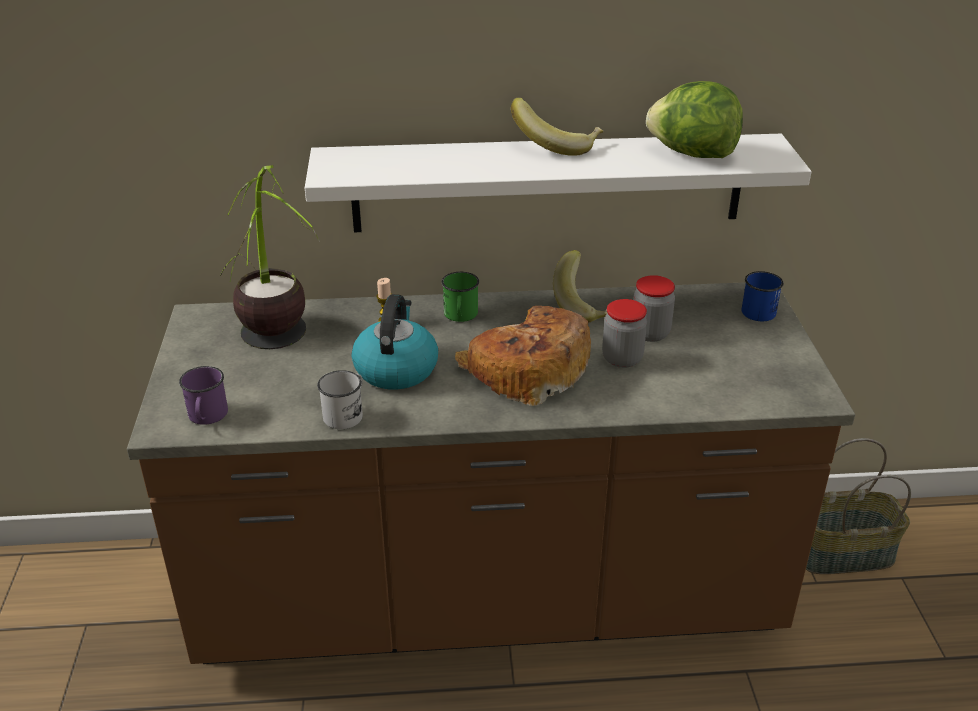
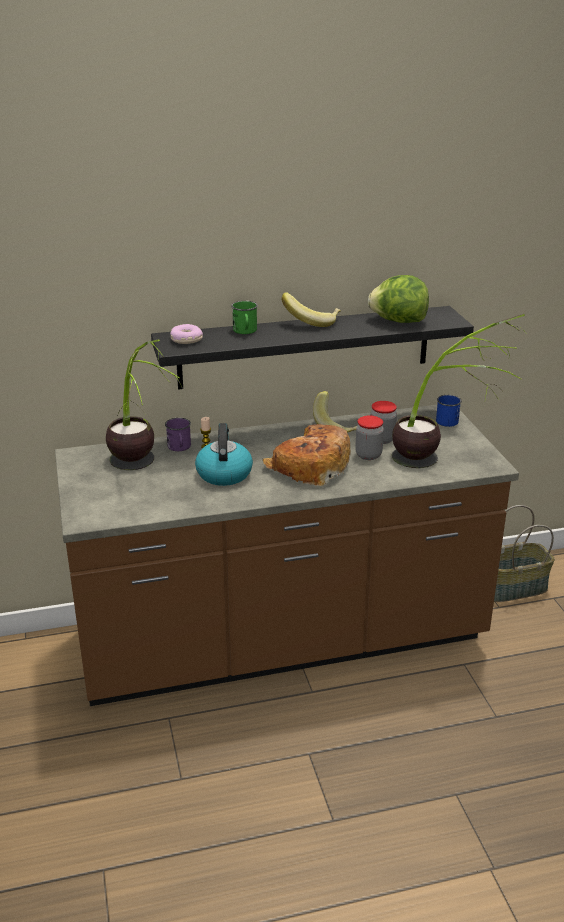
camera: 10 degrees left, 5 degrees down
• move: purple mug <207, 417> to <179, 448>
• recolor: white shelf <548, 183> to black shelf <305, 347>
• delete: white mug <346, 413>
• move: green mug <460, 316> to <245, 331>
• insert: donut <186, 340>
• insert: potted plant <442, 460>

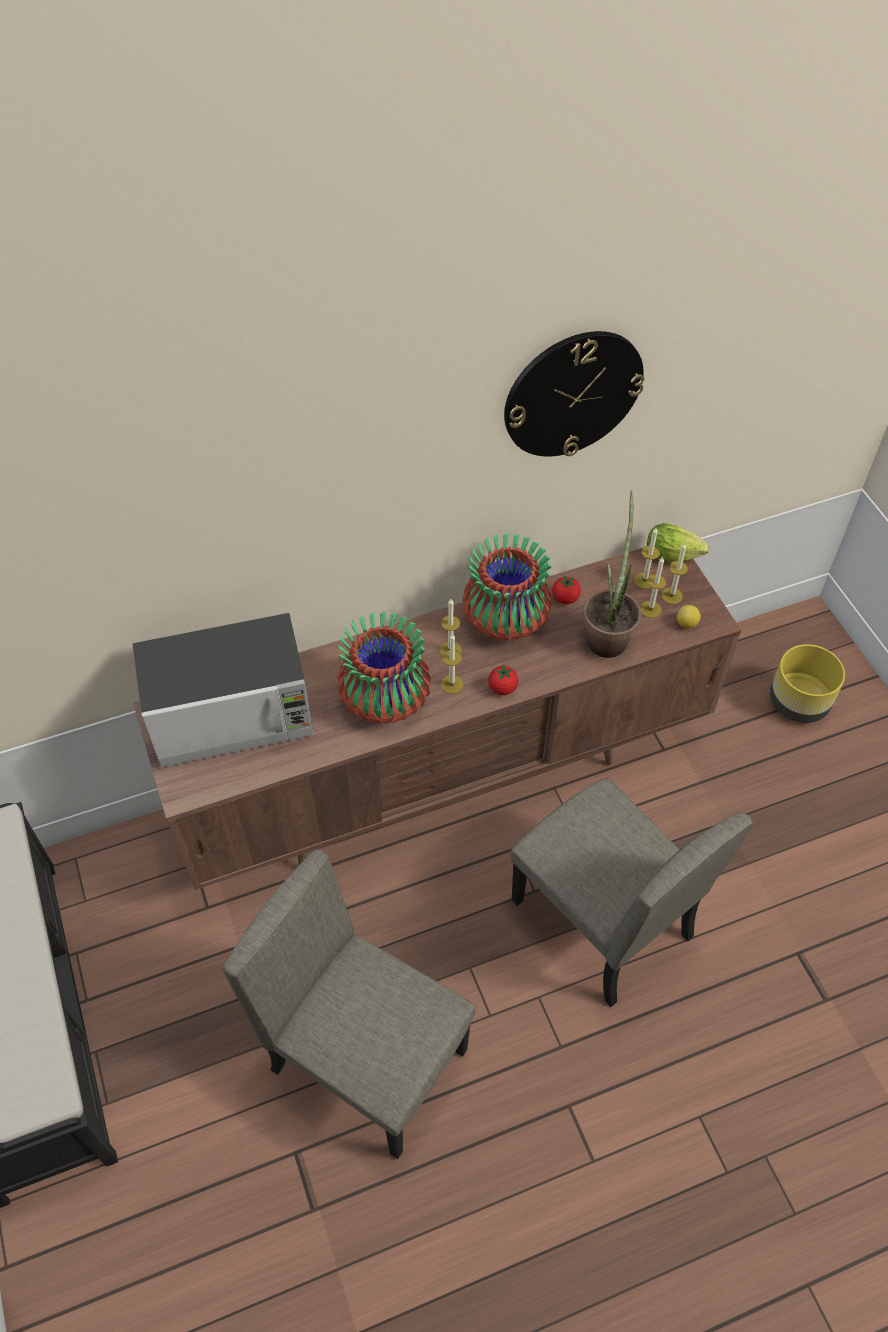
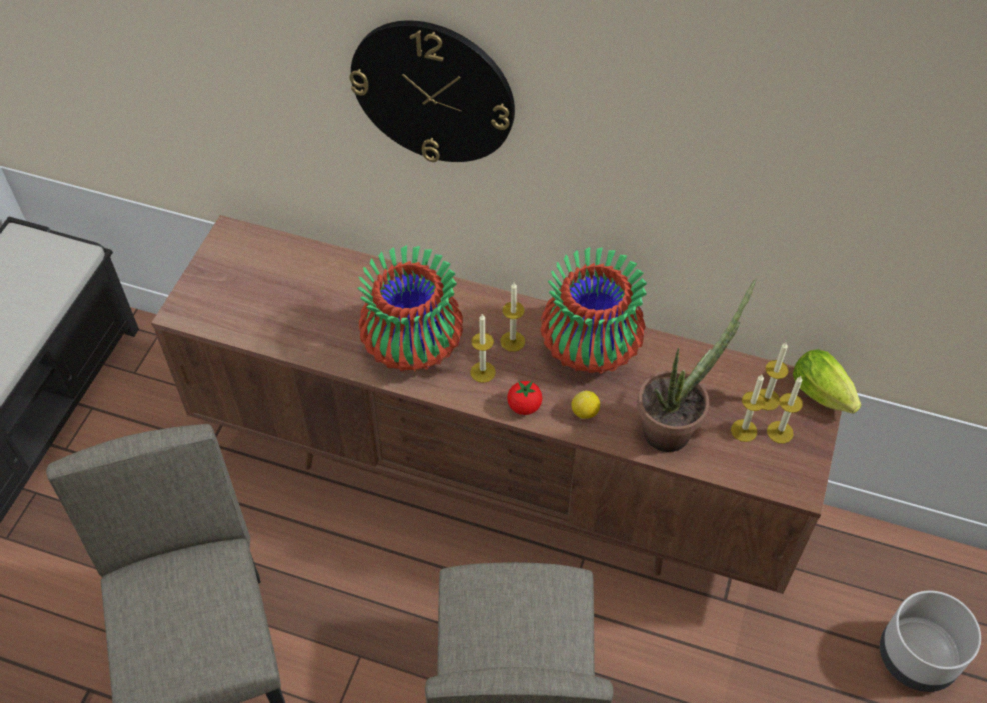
camera: 40 degrees right, 0 degrees up
• delete: microwave <233, 716>
• move: wall clock <572, 394> to <433, 92>
• delete: tomato <565, 598>
• move: lemon <686, 623> to <585, 412>
• recolor: yellow planter <799, 702> to grey planter <917, 658>

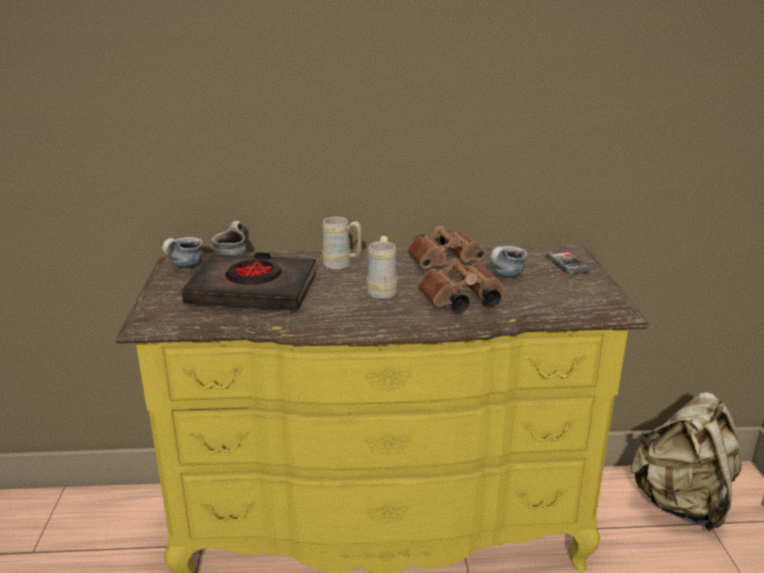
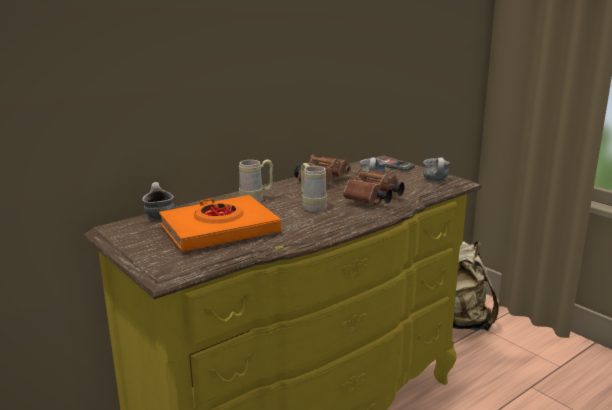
camera: 35 degrees left, 5 degrees down
• move: mug <184, 267> to <436, 180>
• recolor: black book <253, 290> to orange book <219, 230>

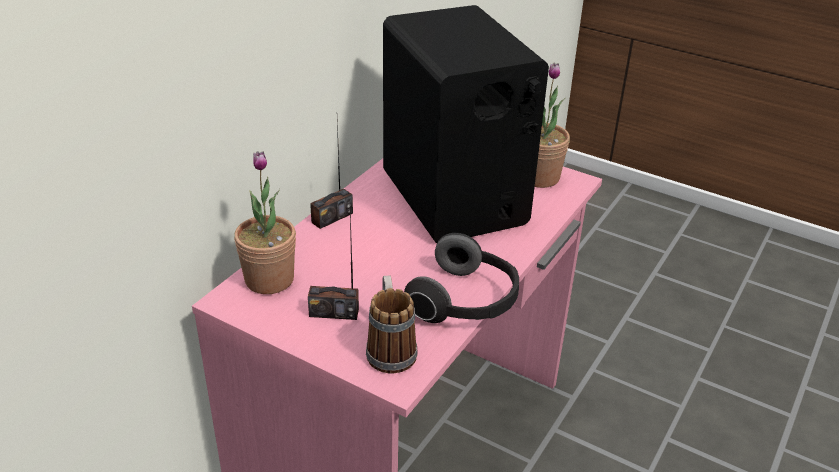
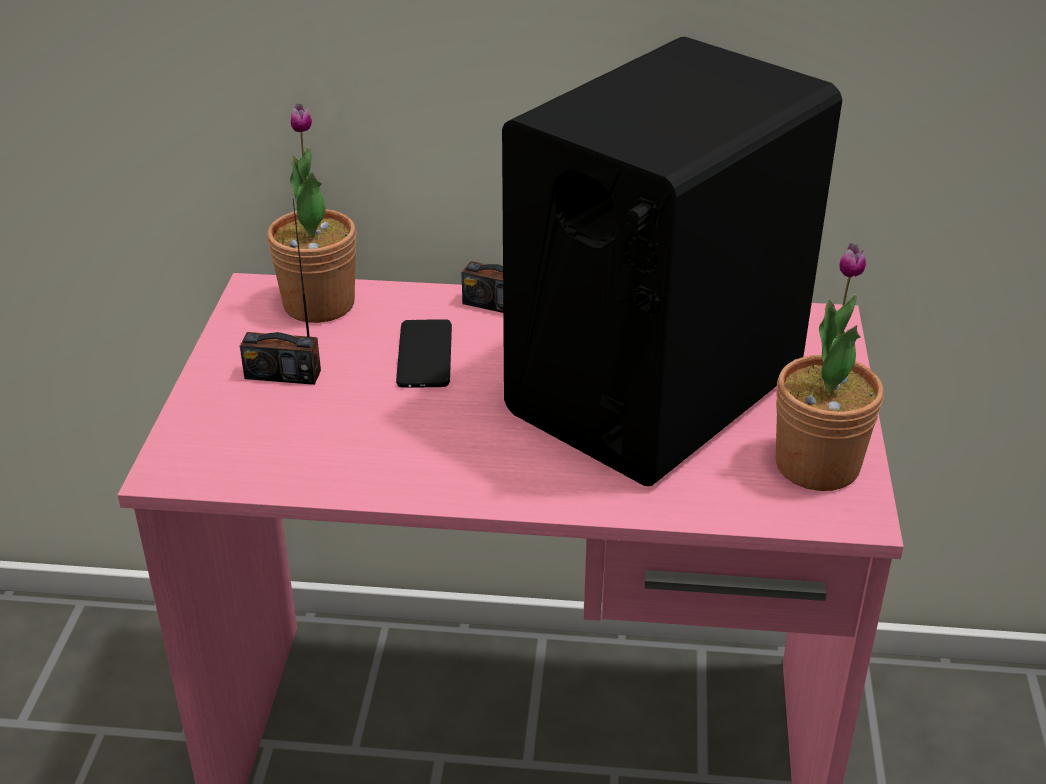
camera: 65 degrees right, 0 degrees up
• rotate: radio <334, 312> = <283, 374> 60 degrees counterclockwise
• delete: mug <390, 348>
• delete: headphones <466, 302>
• insert: phone <424, 355>

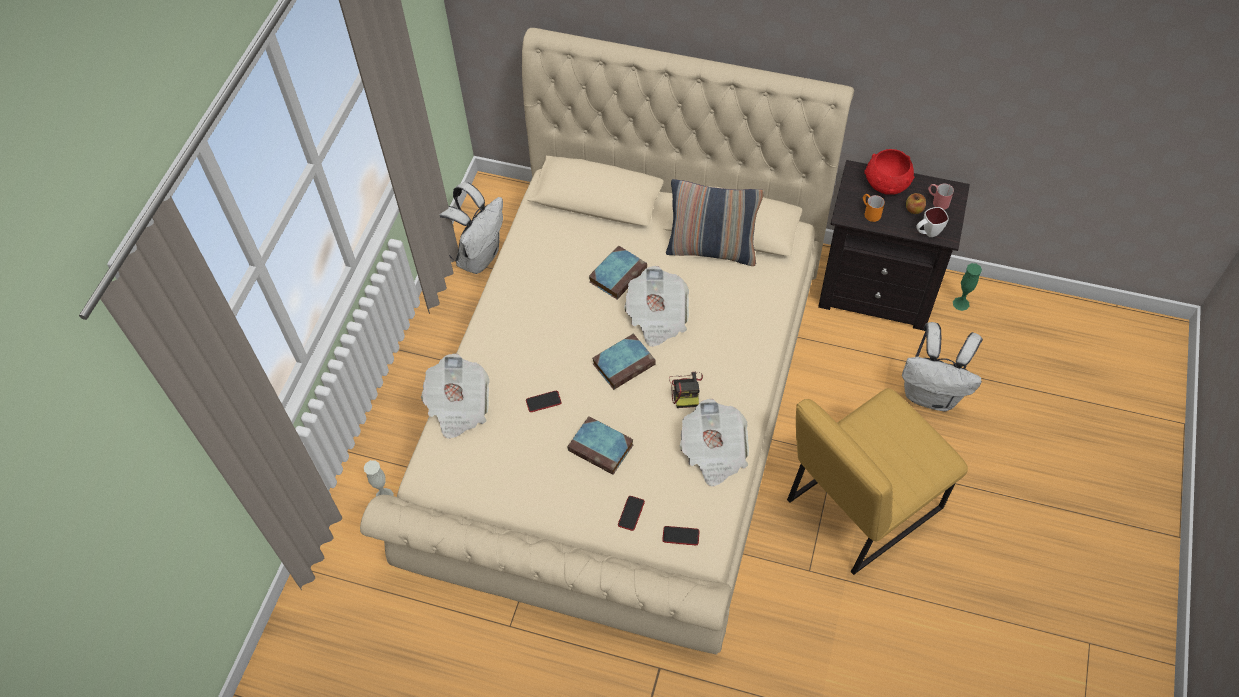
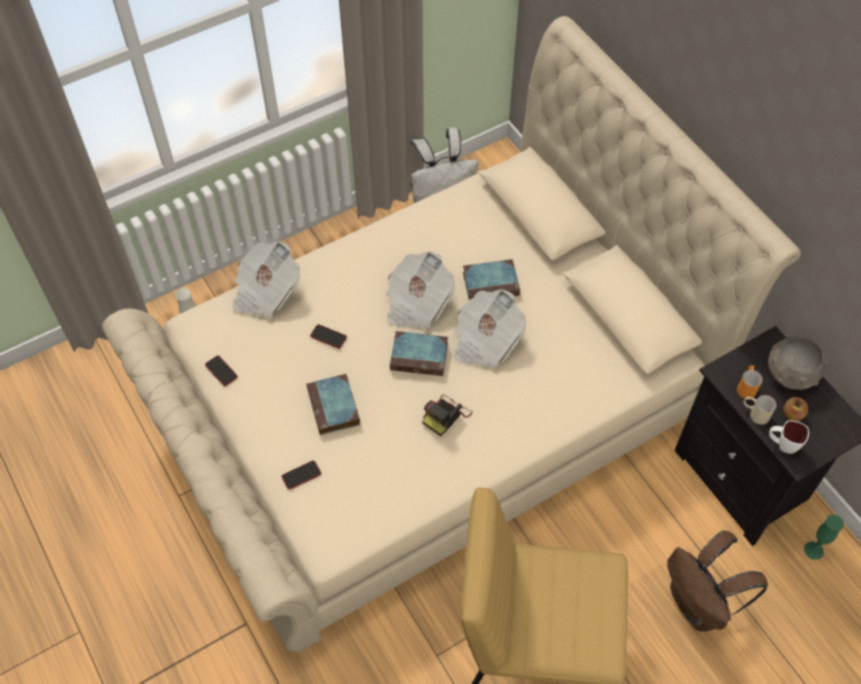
camera: 40 degrees right, 0 degrees up
• move: phone <681, 536> to <221, 371>
• delete: pillow <712, 249>
• move: newspaper <714, 452> to <417, 303>
• recolor: red bowl <886, 184> to grey bowl <790, 374>
• recolor: white backpack <932, 394> to brown backpack <699, 605>
• delete: red mug <937, 201>
• insert: beige mug <754, 413>

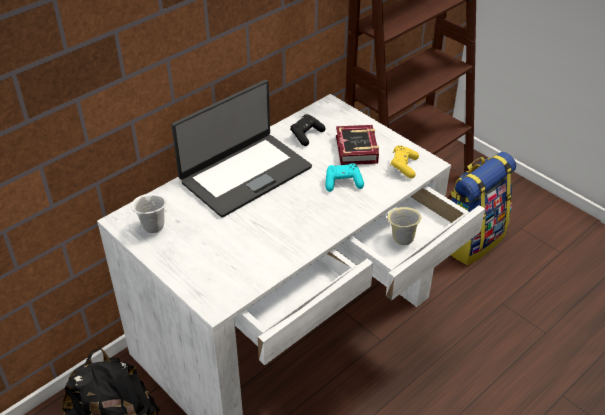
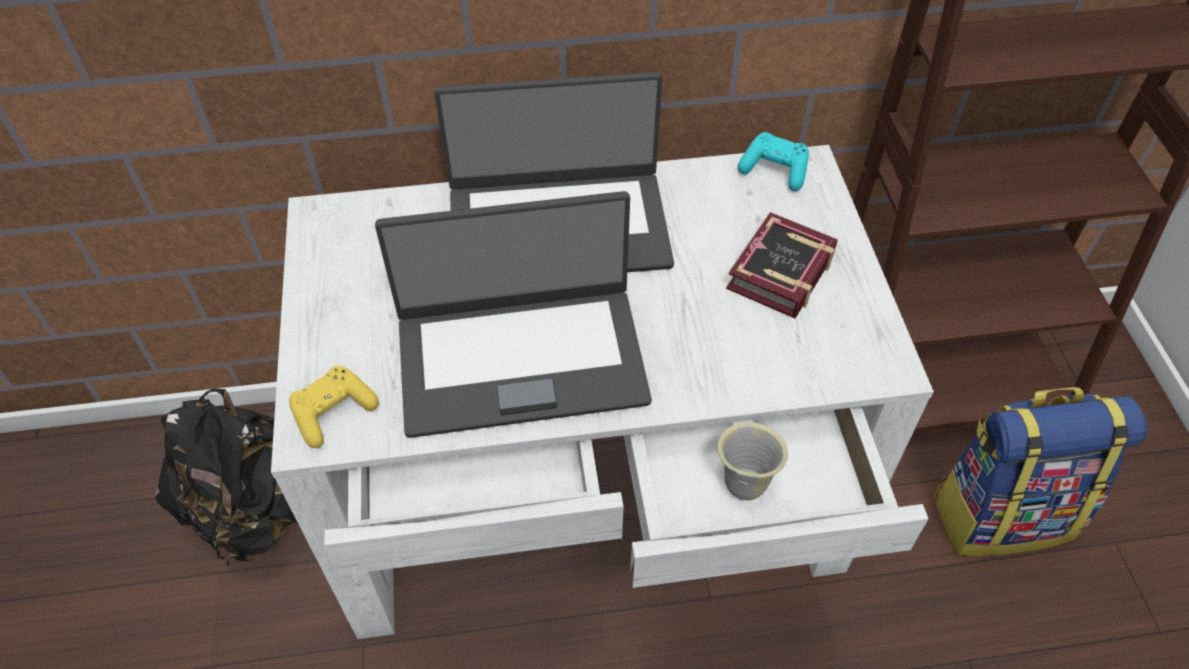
camera: 35 degrees right, 10 degrees up
• delete: white mug <153, 227>
• delete: black game controller <306, 135>
• move: turquoise game controller <343, 183> to <774, 170>
• move: yellow game controller <403, 166> to <333, 413>
• insert: laptop <521, 358>

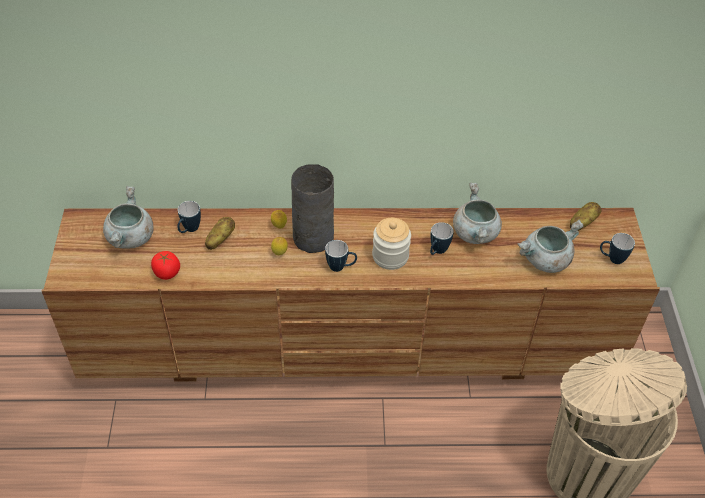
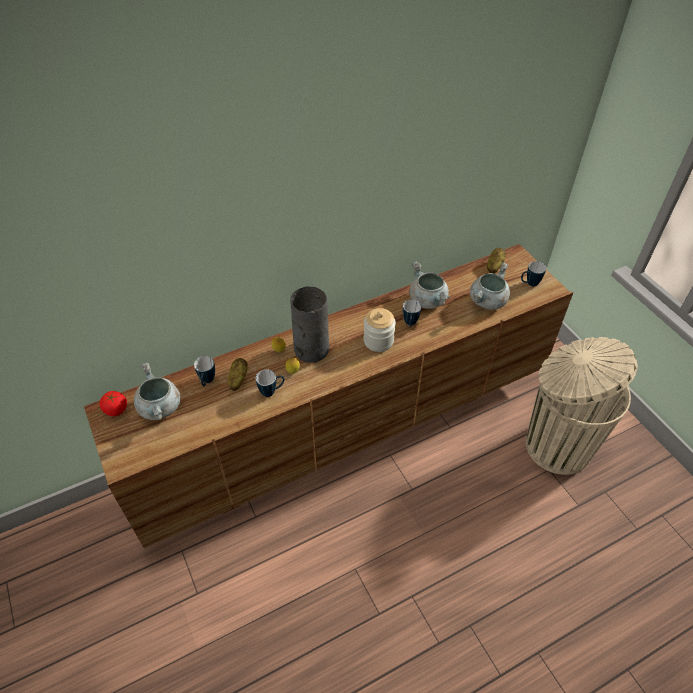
camera: 25 degrees left, 0 degrees up
• move: tomato <167, 272> to <116, 409>
• move: mug <341, 267> to <272, 391>

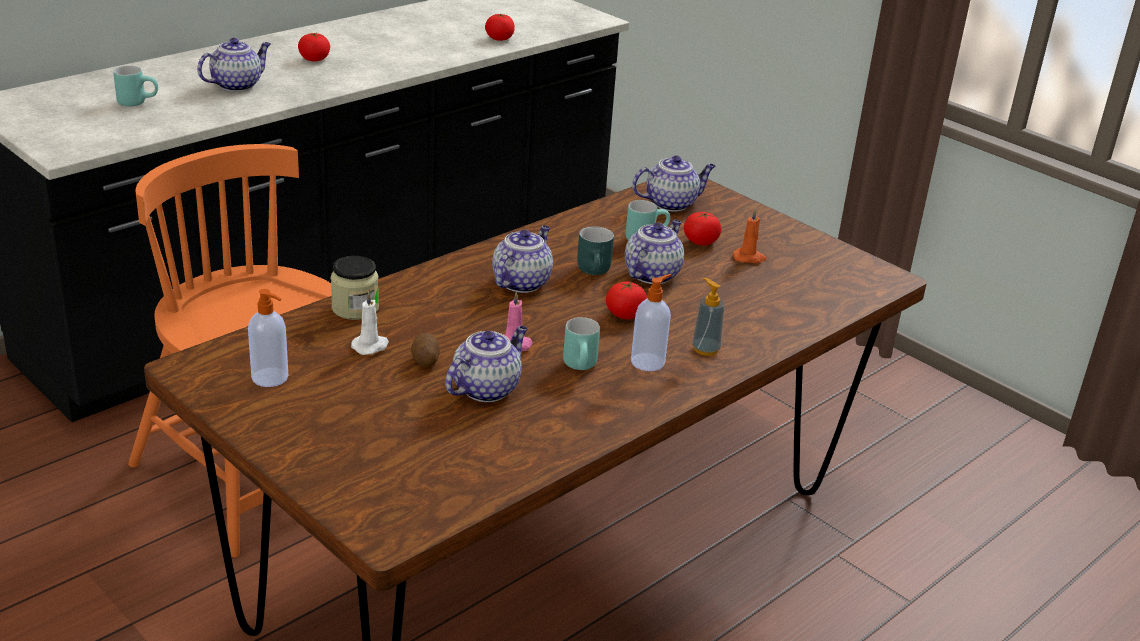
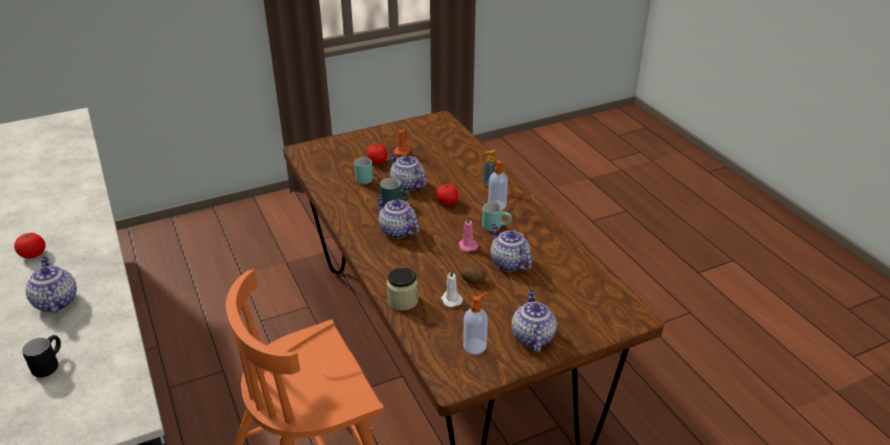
camera: 70 degrees left, 5 degrees up
• recolor: turquoise mug <138, 102> to black mug <48, 364>
• delete: tomato <499, 38>
• move: teapot <671, 203> to <532, 336>

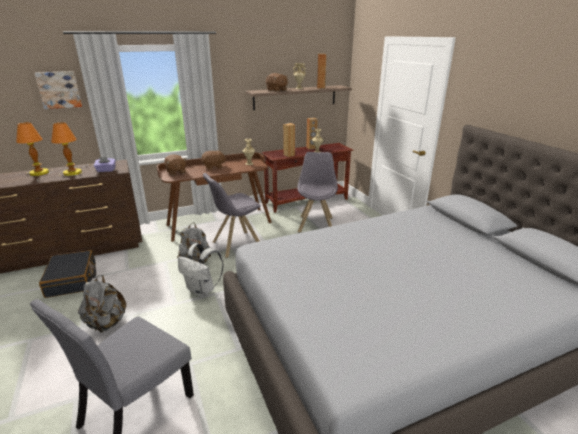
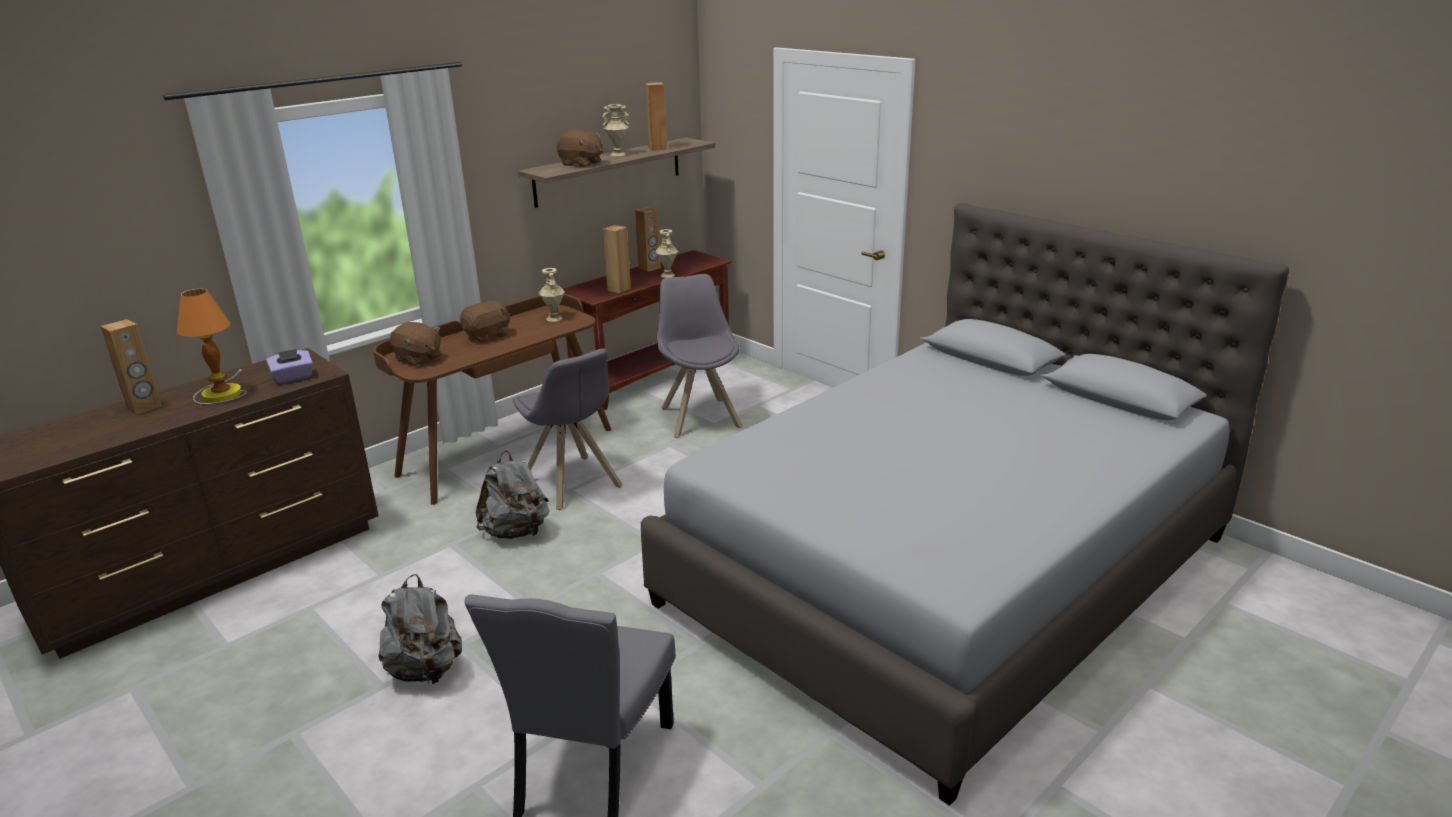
camera: 20 degrees left, 0 degrees up
• replace: table lamp <40, 173> to brown speaker <145, 407>
• delete: picture <59, 89>
• delete: black suitcase <72, 280>
• delete: white backpack <202, 290>
• rotate: grey chair <236, 244> = <572, 483> 75 degrees counterclockwise

